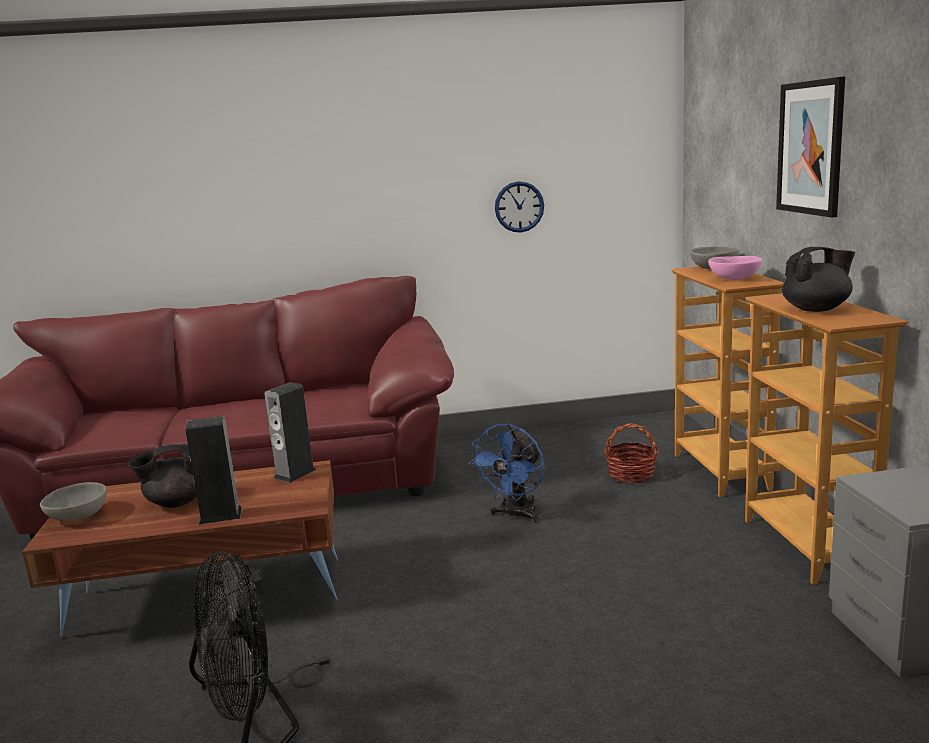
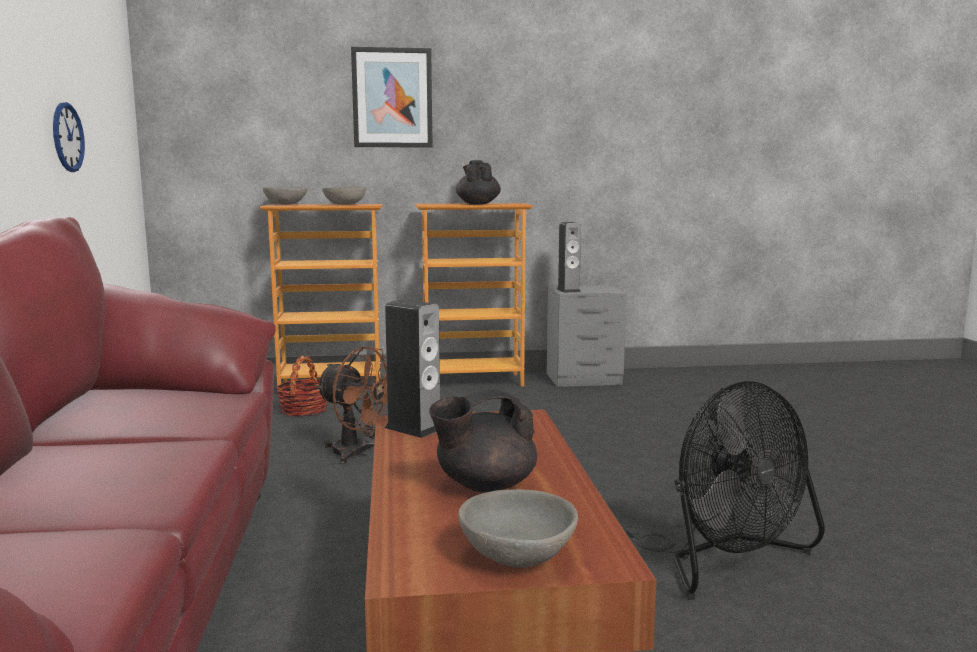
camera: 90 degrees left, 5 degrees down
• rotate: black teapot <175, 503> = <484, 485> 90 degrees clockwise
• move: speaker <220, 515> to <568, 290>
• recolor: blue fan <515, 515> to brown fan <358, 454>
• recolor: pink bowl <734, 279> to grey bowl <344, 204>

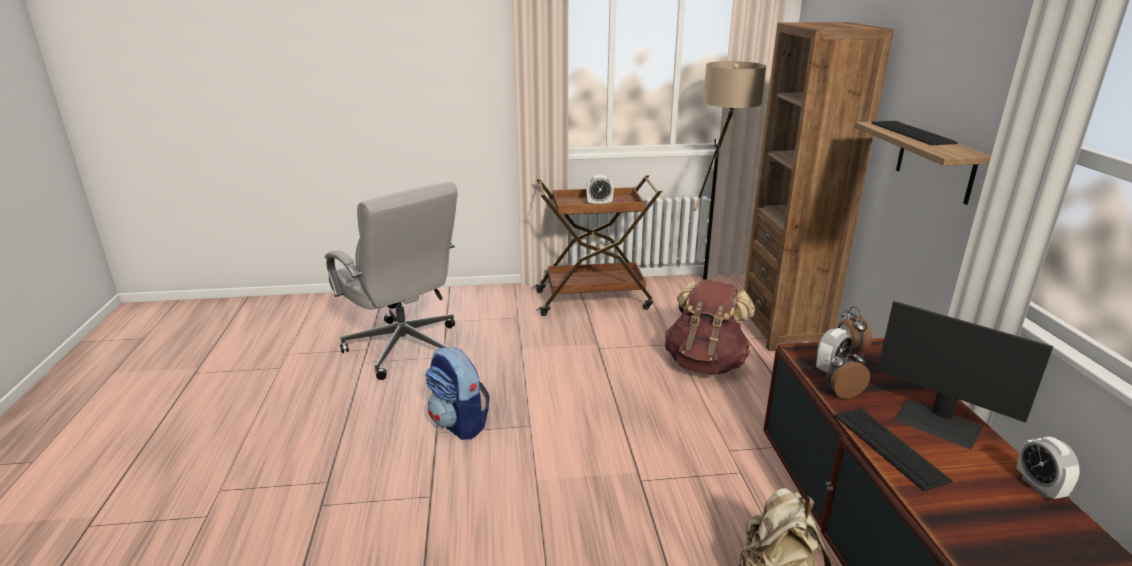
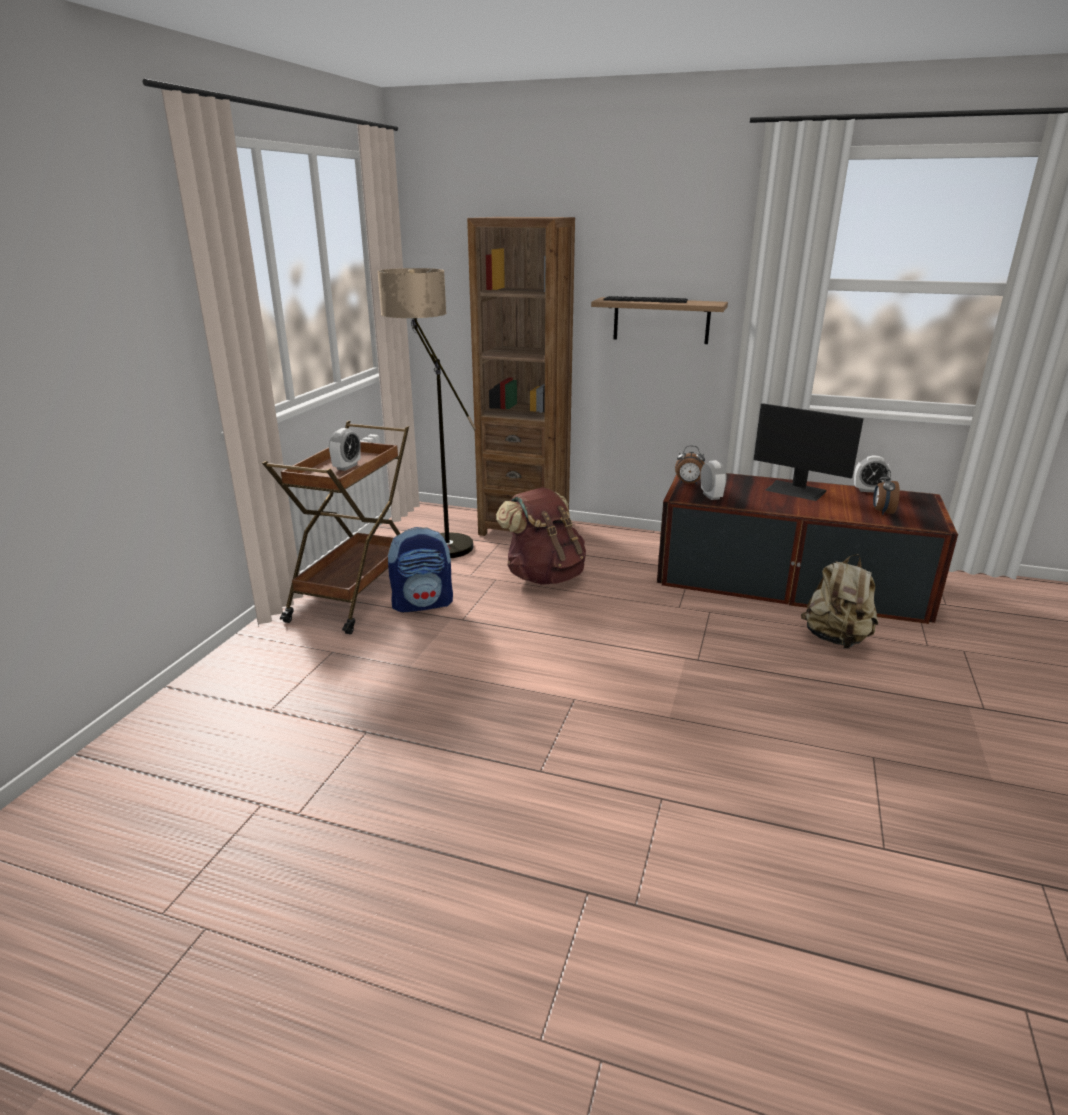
camera: 65 degrees left, 0 degrees up
• delete: grey office chair <404, 346>
• move: backpack <459, 423> to <423, 604>
• move: alarm clock <842, 393> to <882, 512>
• delete: keyboard <889, 447>
• rotate: monitor <938, 423> = <796, 490> 60 degrees clockwise

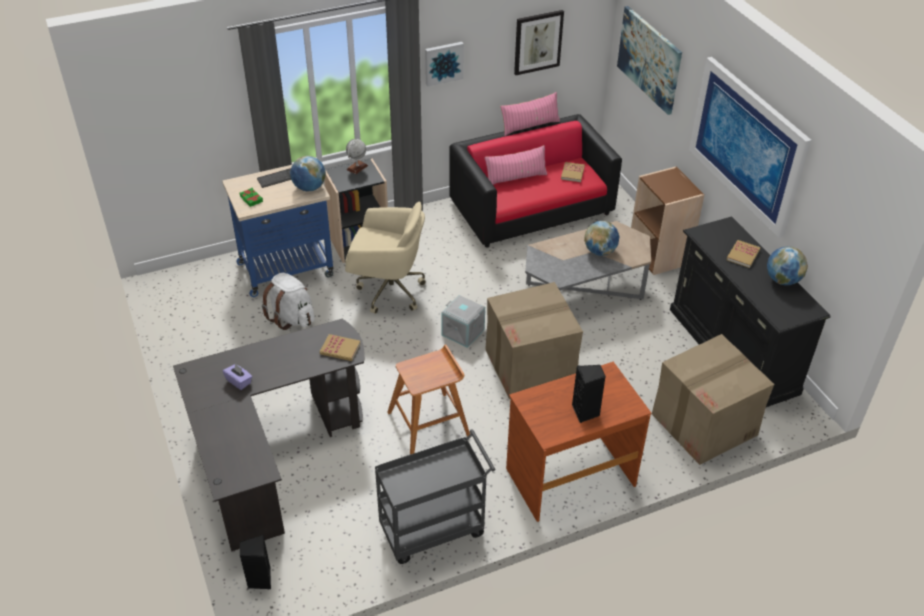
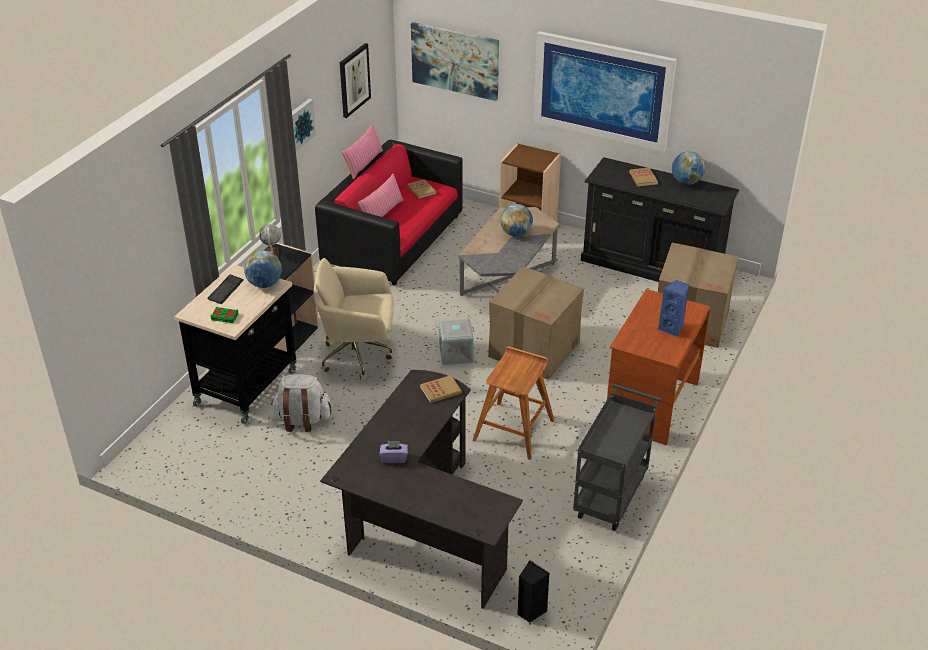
camera: 40 degrees left, 5 degrees down
• recolor: blue cart <286, 269> to black cart <246, 387>
• rotate: beige office chair <388, 292> = <359, 357> 150 degrees counterclockwise
• recolor: black speaker <586, 412> to blue speaker <672, 329>

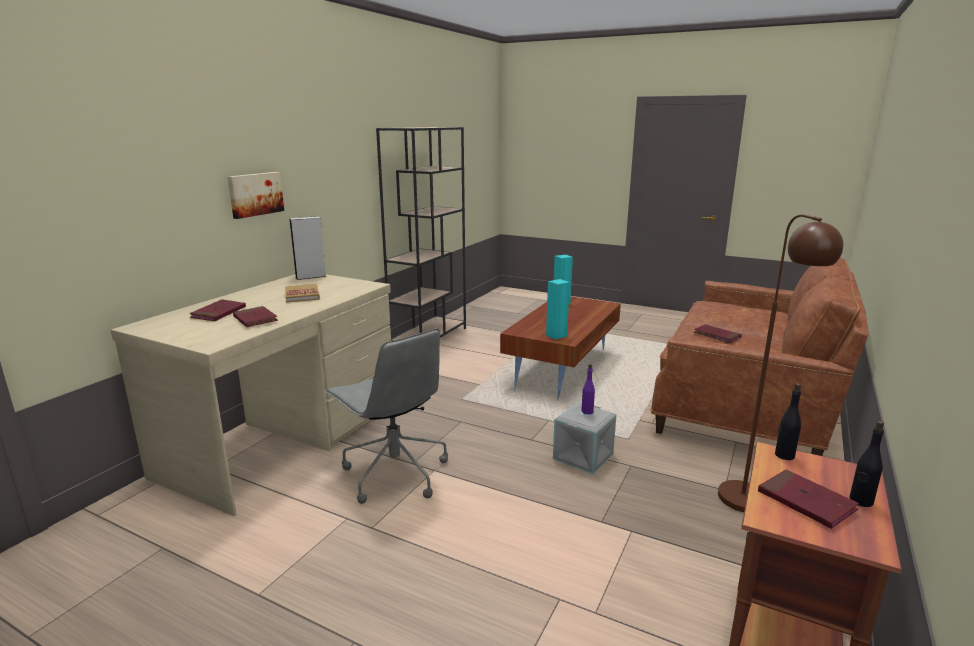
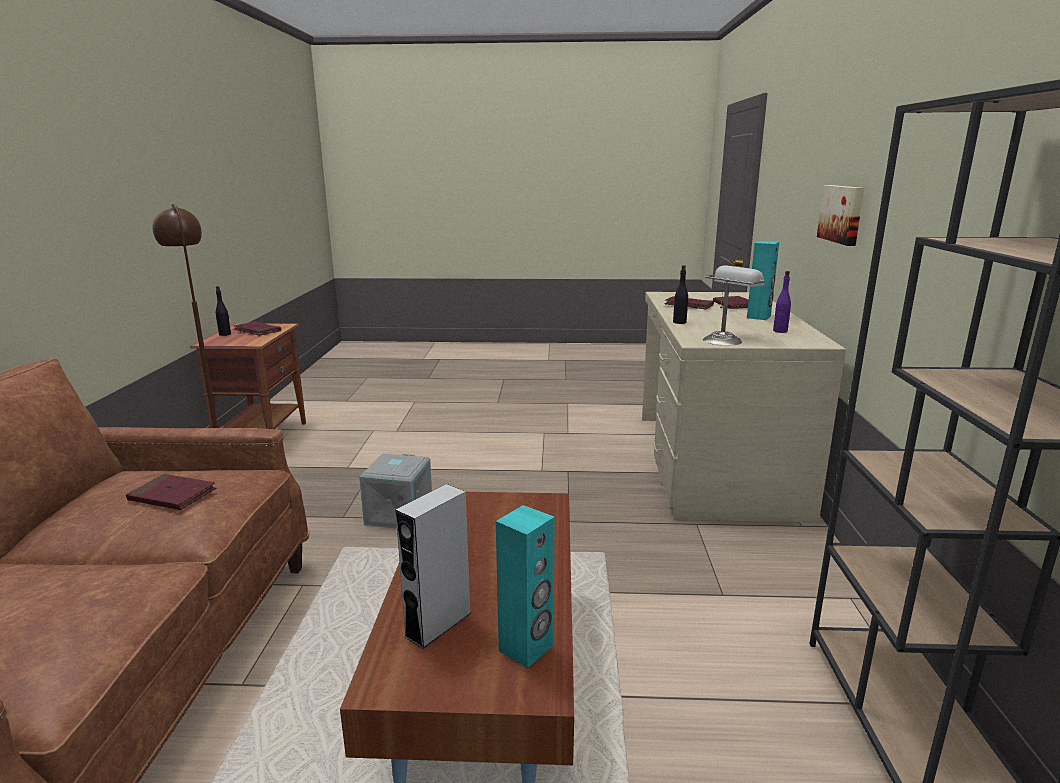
camera: 155 degrees right, 0 degrees up
• delete: book <302, 295>
• move: grey speaker <310, 277> to <438, 624>
• delete: grey office chair <392, 472>
• move: turquoise speaker <556, 335> to <759, 317>
• move: purple bottle <587, 411> to <780, 331>
• move: black bottle <784, 455> to <679, 322>
• insert: white table lamp <726, 339>

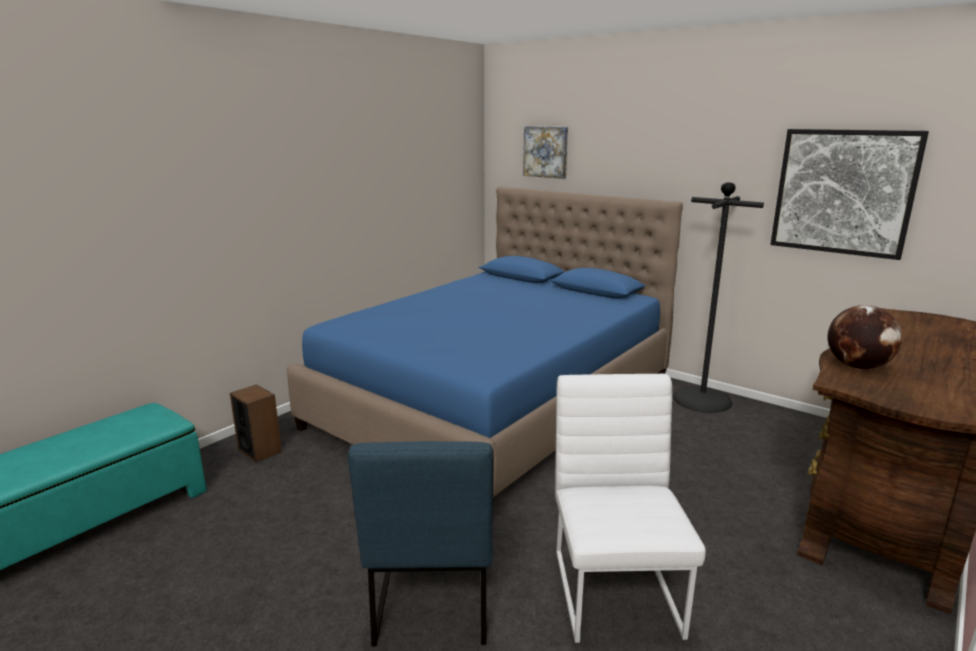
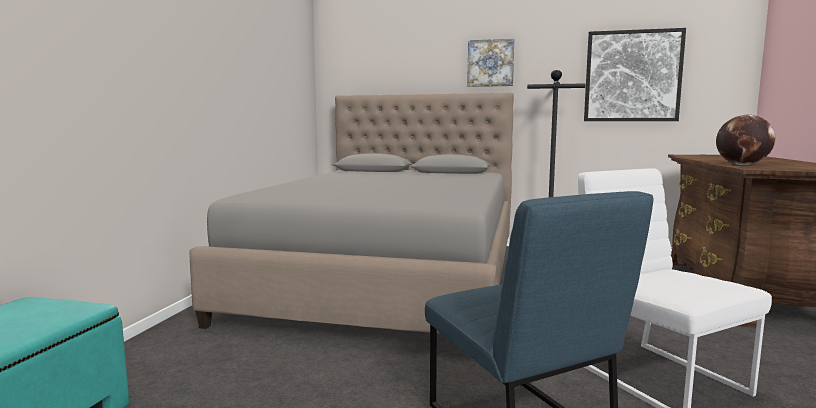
camera: 25 degrees left, 10 degrees down
• delete: speaker <260, 450>
• recolor: blue bed <496, 402> to grey bed <391, 277>
• move: picture <546, 152> to <490, 63>

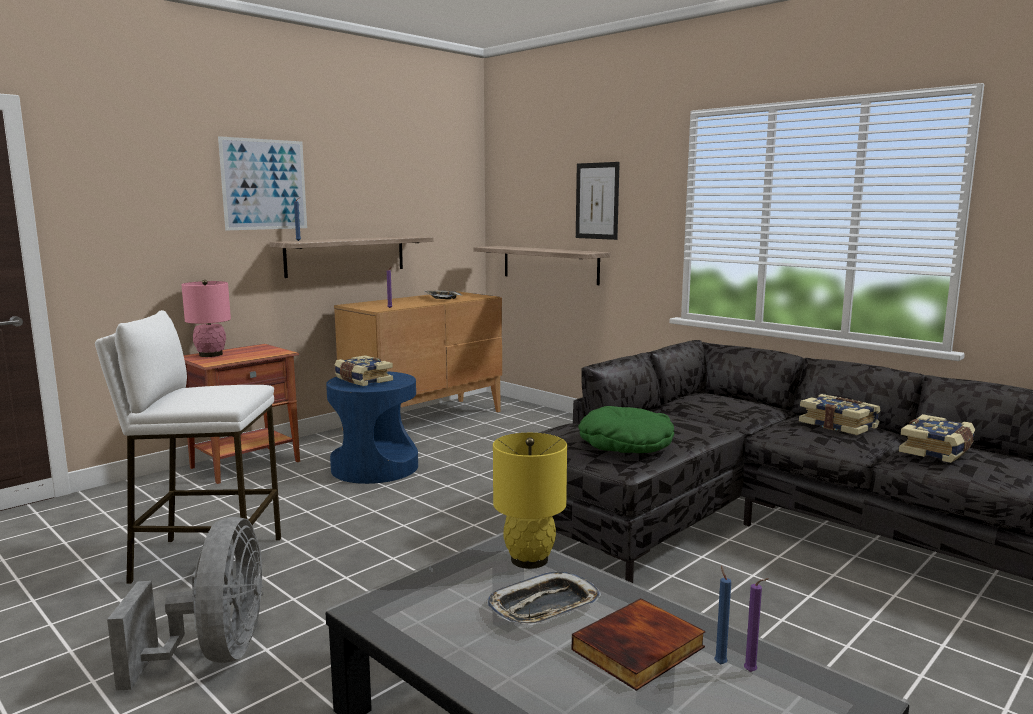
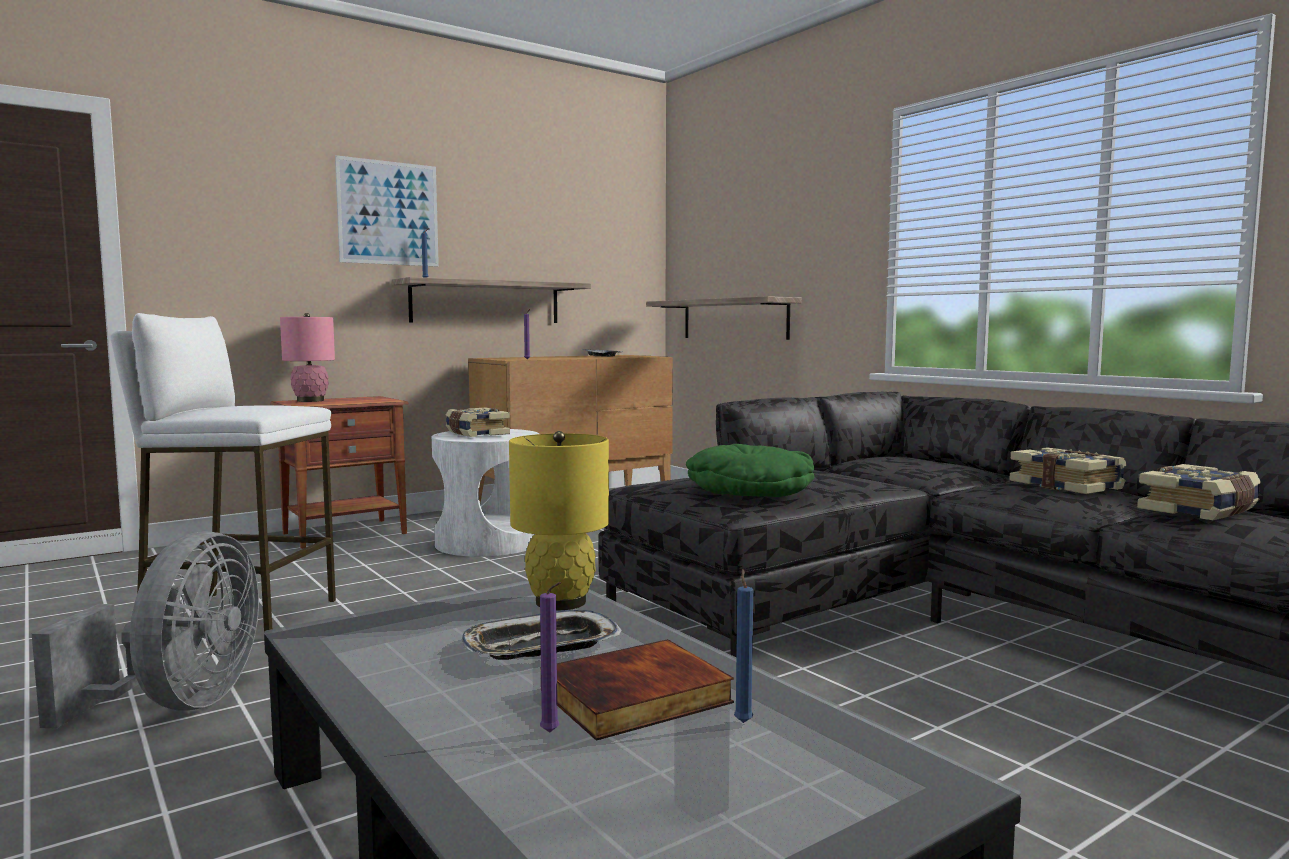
camera: 10 degrees right, 5 degrees down
• recolor: blue side table <375, 468> to white side table <488, 543>
• delete: picture <597, 201>
• move: purple candle <752, 672> to <552, 733>

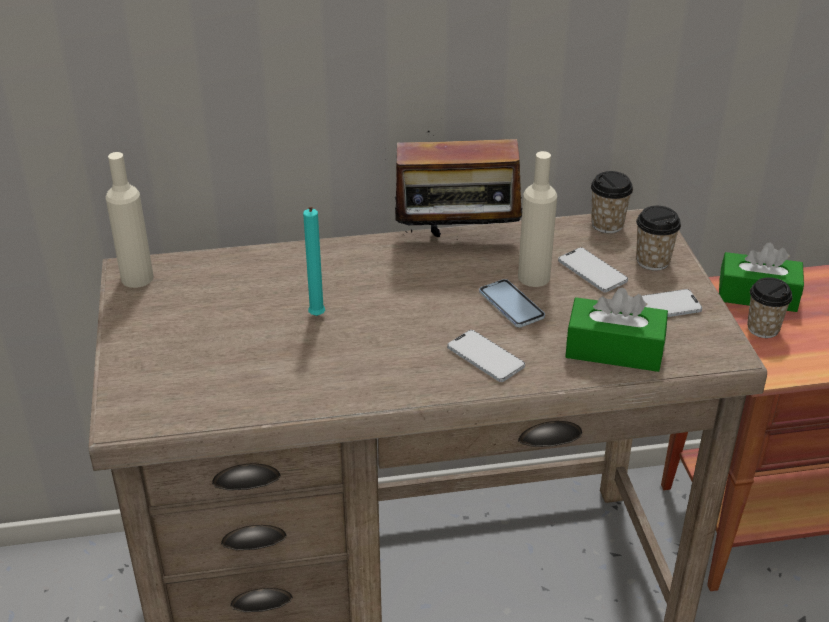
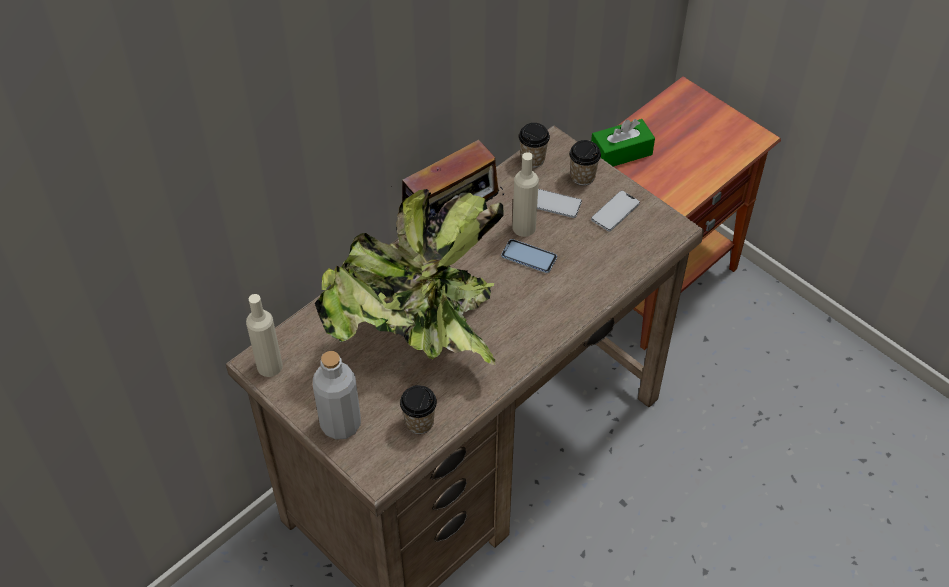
camera: 35 degrees left, 15 degrees up
• replace: turquoise candle <316, 317> to potted plant <420, 332>
• delete: phone <485, 357>
• delete: green tissue box <614, 350>
• move: cup <763, 328> to <419, 422>
• insert: grey bottle <340, 424>

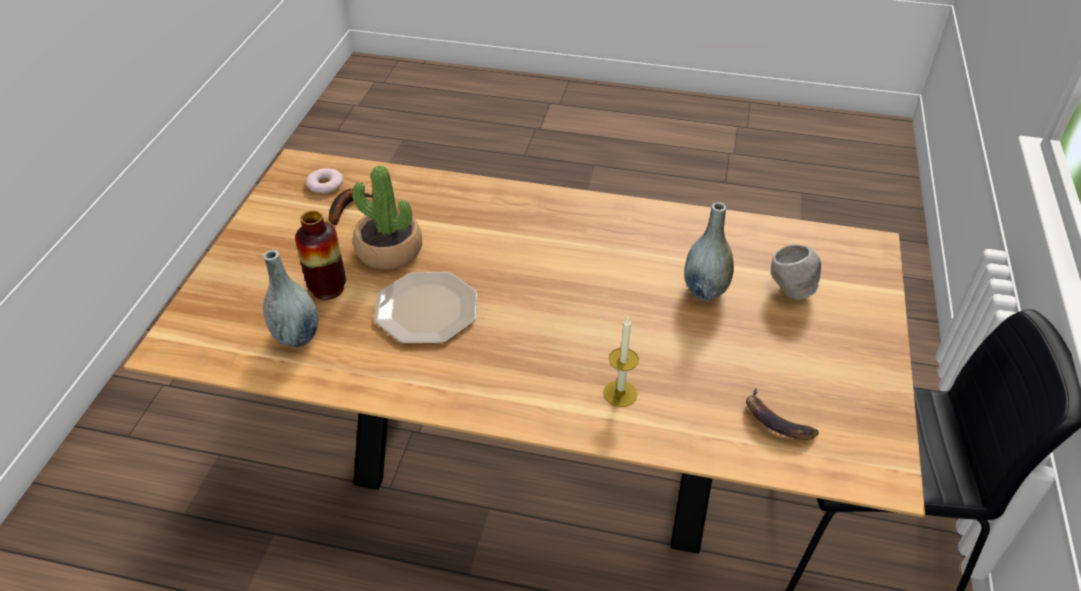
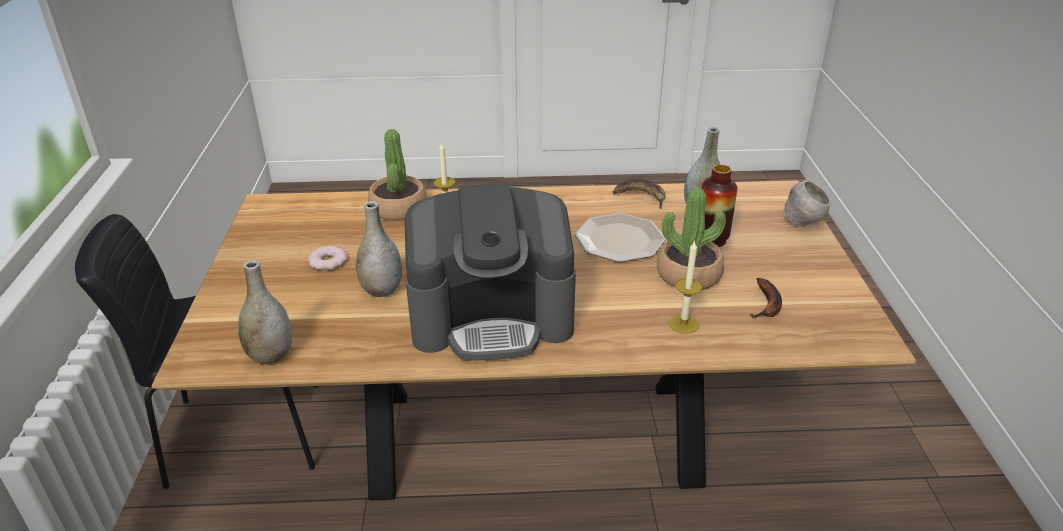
camera: 165 degrees right, 10 degrees down
• move: donut <325, 184> to <328, 262>
• move: banana <776, 421> to <641, 197>
• move: grey bowl <790, 291> to <802, 224>
• insert: grey vase <271, 355>
• insert: potted plant <398, 209>
• insert: coffee machine <492, 316>
• insert: candle <683, 324>

